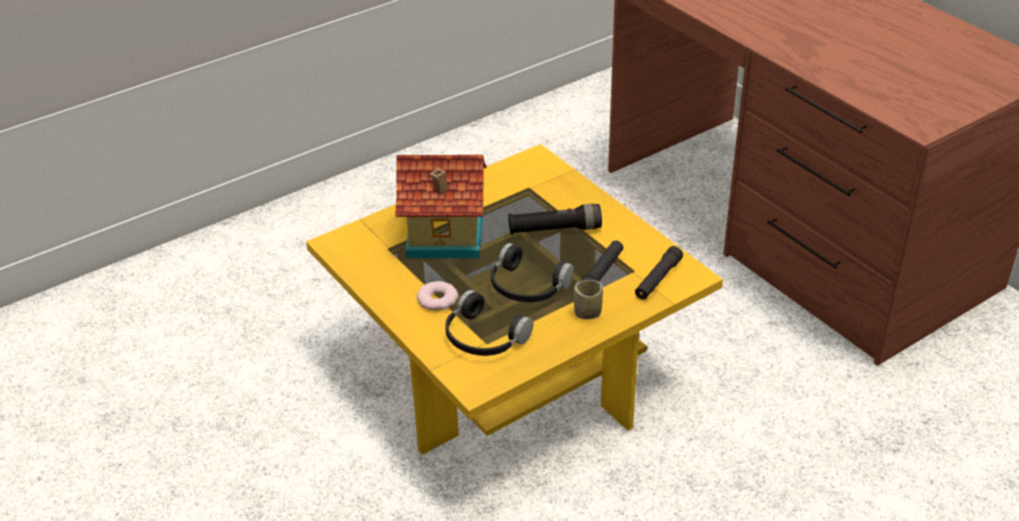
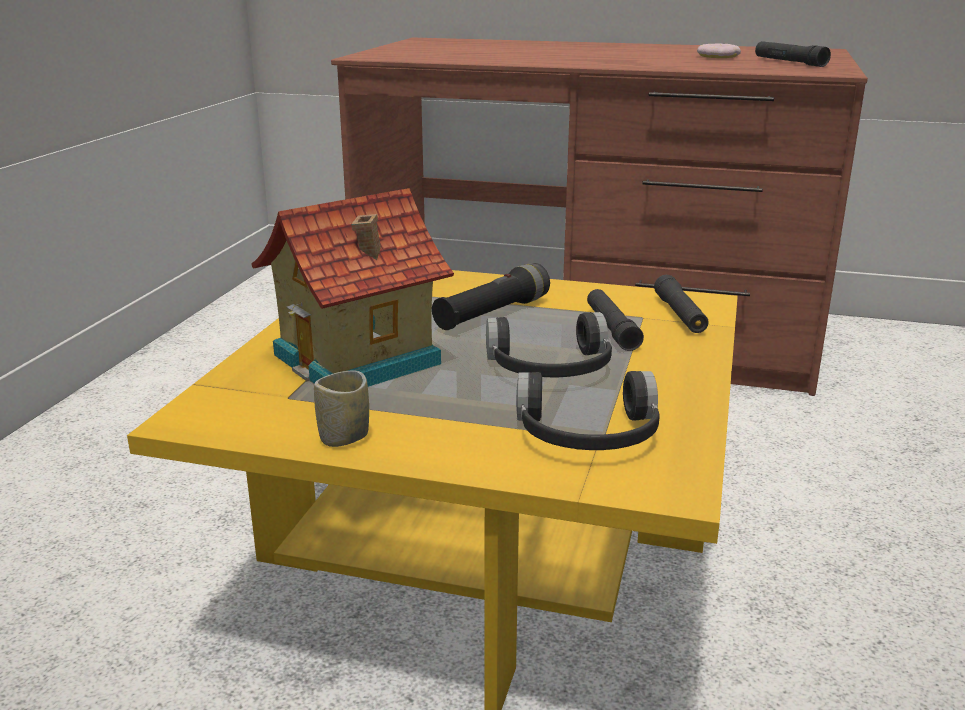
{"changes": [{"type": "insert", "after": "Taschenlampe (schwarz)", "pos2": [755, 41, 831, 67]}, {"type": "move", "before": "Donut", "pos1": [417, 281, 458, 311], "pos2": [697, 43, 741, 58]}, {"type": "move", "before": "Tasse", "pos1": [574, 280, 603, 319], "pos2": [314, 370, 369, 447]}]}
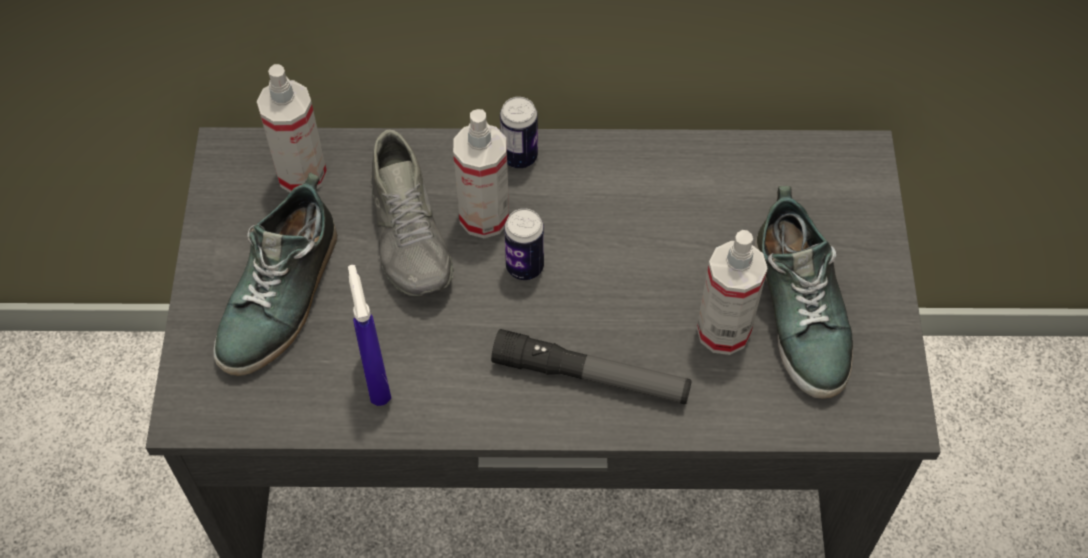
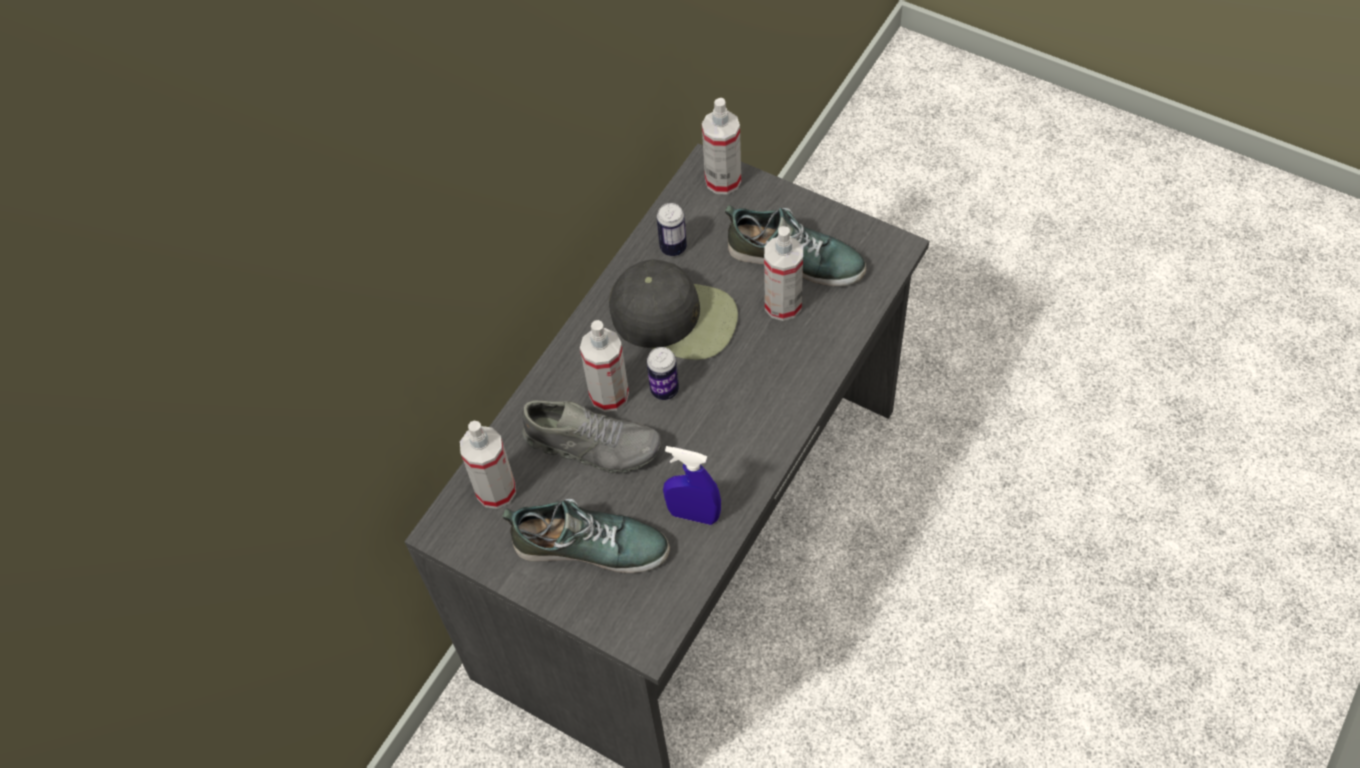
{"changes": [{"type": "delete", "before": "Taschenlampe", "pos1": [491, 329, 692, 404]}, {"type": "insert", "after": "Kappe (schwarz)", "pos2": [609, 259, 738, 360]}, {"type": "insert", "after": "Sprühflasche", "pos2": [702, 98, 741, 195]}, {"type": "move", "before": "Dose", "pos1": [500, 97, 538, 168], "pos2": [657, 203, 687, 256]}, {"type": "rotate", "before": "Schuh", "pos1": [213, 172, 337, 376], "pos2": [502, 499, 670, 573], "turn": -45}]}
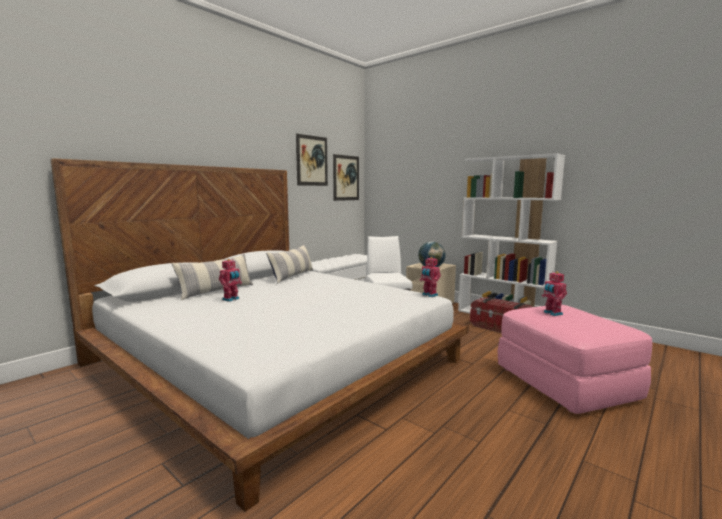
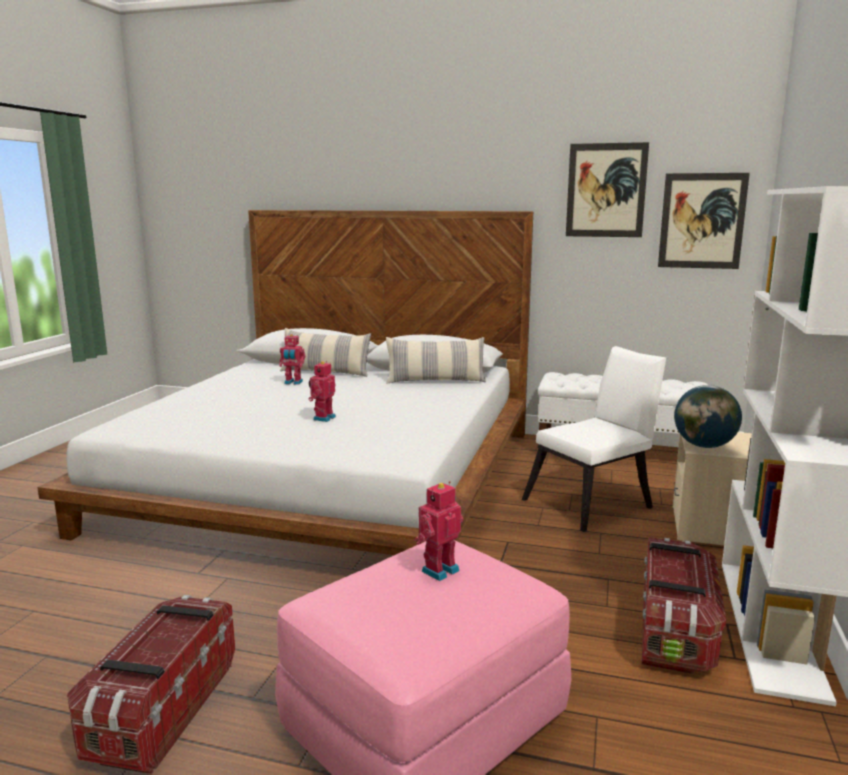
{"changes": [{"type": "insert", "after": "Aufbewahrungsbox", "pos2": [67, 595, 235, 774]}, {"type": "move", "before": "Spielzeugroboter", "pos1": [420, 257, 441, 297], "pos2": [309, 361, 336, 422]}]}
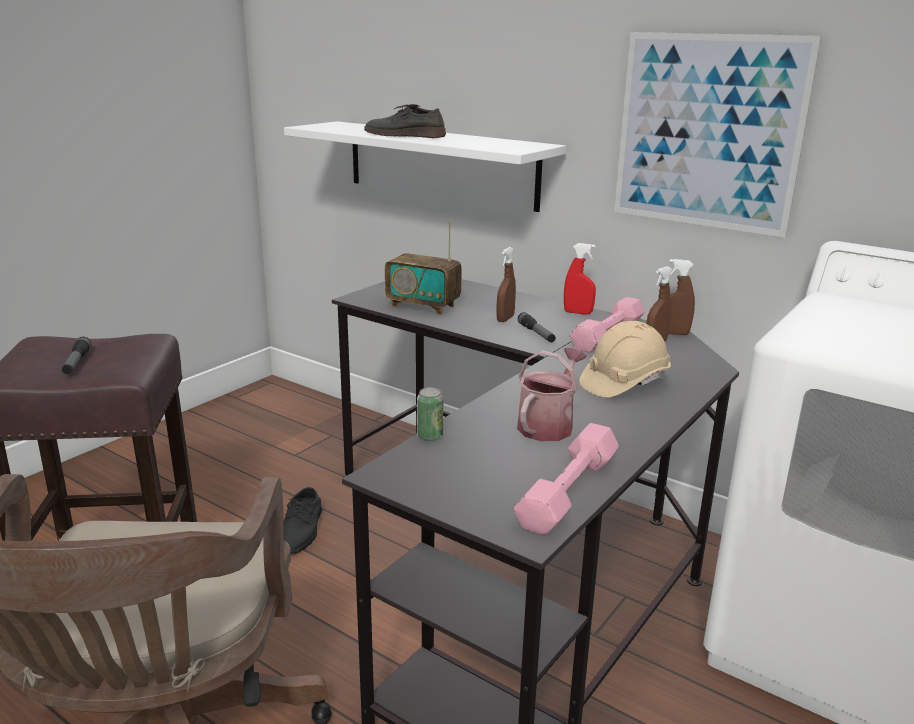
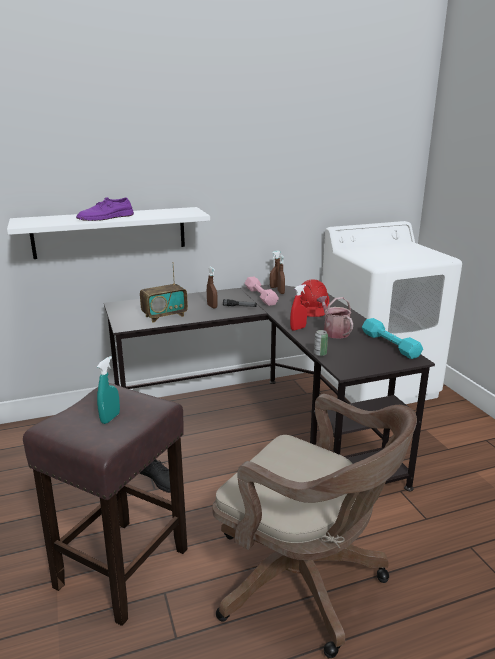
{"changes": [{"type": "delete", "before": "Bild", "pos1": [614, 32, 822, 238]}, {"type": "move", "before": "Sprühflasche (rot)", "pos1": [564, 243, 596, 315], "pos2": [290, 284, 307, 331]}, {"type": "replace", "before": "Taschenlampe", "after": "Sprühflasche (türkis)", "pos1": [62, 337, 91, 374], "pos2": [97, 356, 120, 424]}, {"type": "recolor", "before": "Schuh (grau)", "after": "Schuh (lila)", "pos1": [364, 104, 446, 138], "pos2": [76, 197, 134, 221]}, {"type": "recolor", "before": "Hantel (rosa)", "after": "Hantel (türkis)", "pos1": [514, 423, 619, 535], "pos2": [362, 318, 423, 359]}, {"type": "recolor", "before": "Schutzhelm (beige)", "after": "Schutzhelm (rot)", "pos1": [579, 321, 671, 398], "pos2": [301, 280, 330, 317]}]}
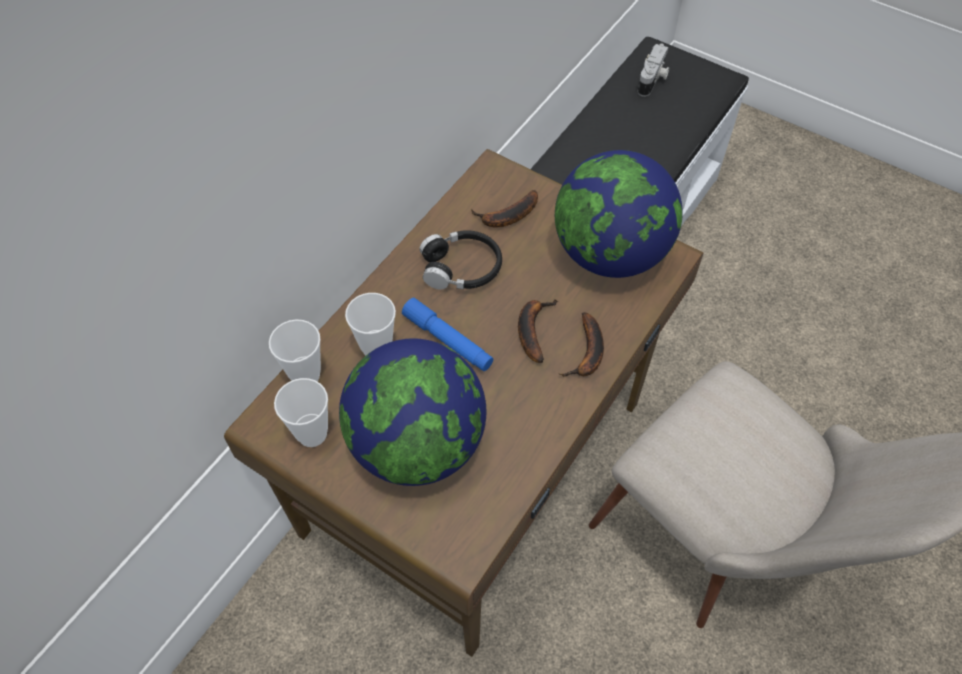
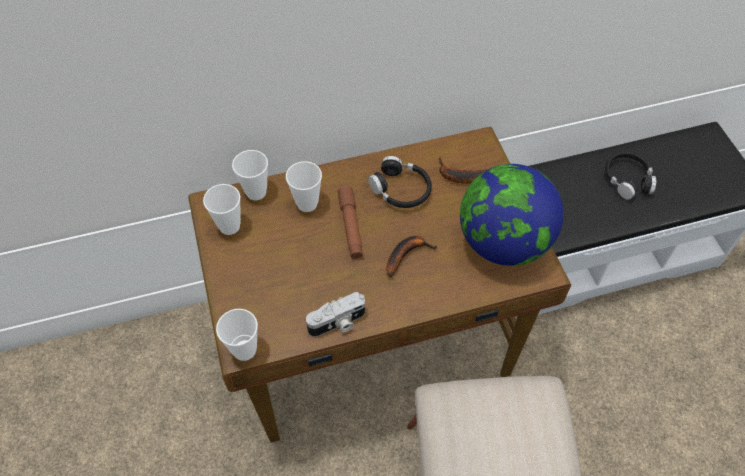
{"changes": [{"type": "delete", "before": "Globus", "pos1": [339, 338, 486, 486]}, {"type": "delete", "before": "Banane", "pos1": [559, 312, 604, 377]}, {"type": "insert", "after": "Tasse", "pos2": [216, 309, 258, 361]}, {"type": "insert", "after": "Kopfhörer (schwarz)", "pos2": [605, 152, 656, 200]}, {"type": "move", "before": "Kamera", "pos1": [638, 43, 669, 97], "pos2": [306, 292, 365, 337]}, {"type": "recolor", "before": "Taschenlampe (blau)", "after": "Taschenlampe (braun)", "pos1": [402, 298, 493, 371], "pos2": [338, 186, 363, 259]}]}
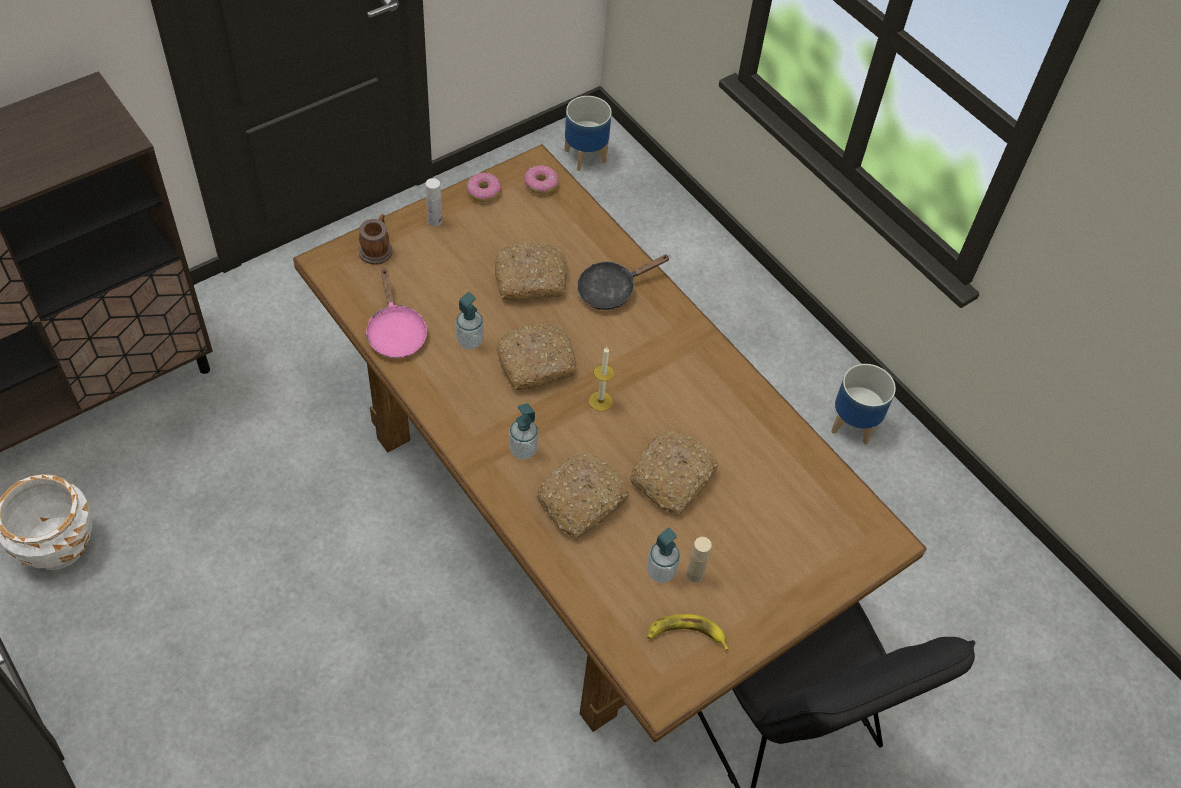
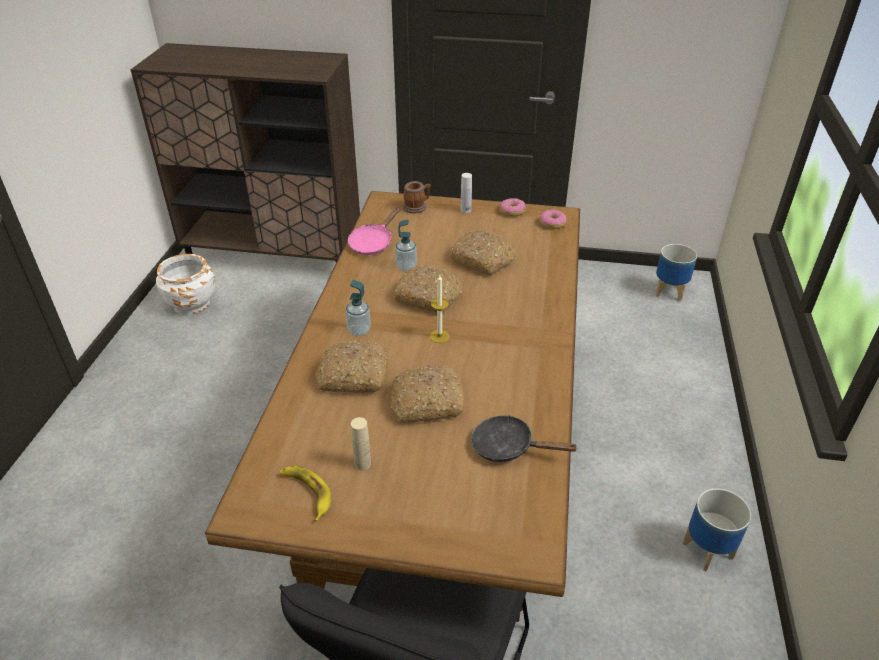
{"changes": [{"type": "delete", "before": "Seifenspender", "pos1": [647, 528, 680, 583]}, {"type": "move", "before": "Pfanne (schwarz)", "pos1": [577, 255, 669, 310], "pos2": [471, 415, 578, 462]}]}
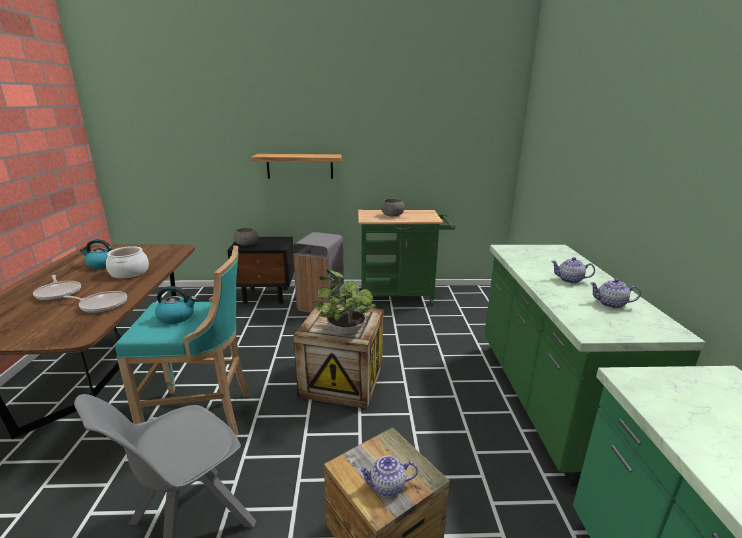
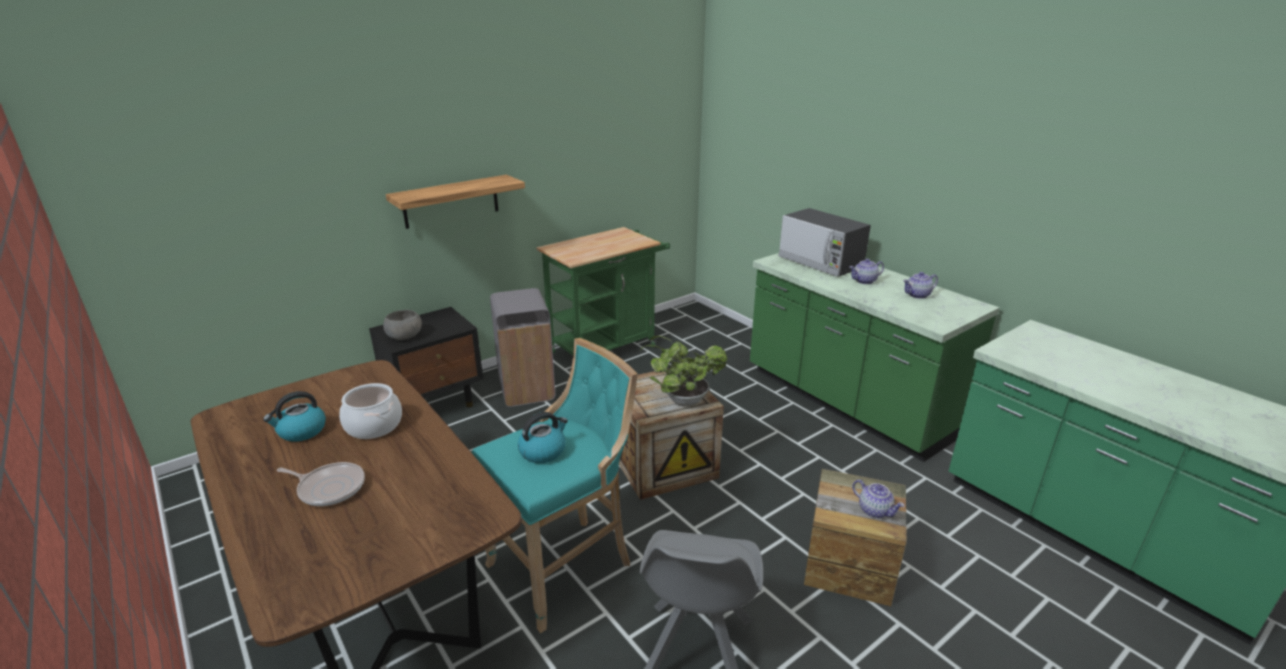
{"changes": [{"type": "delete", "before": "Pfanne", "pos1": [63, 291, 127, 313]}, {"type": "delete", "before": "Schüssel (grau)", "pos1": [381, 199, 405, 216]}, {"type": "insert", "after": "Mikrowelle", "pos2": [778, 208, 871, 277]}, {"type": "rotate", "before": "Teekanne", "pos1": [358, 455, 418, 496], "pos2": [852, 480, 904, 518], "turn": -90}]}
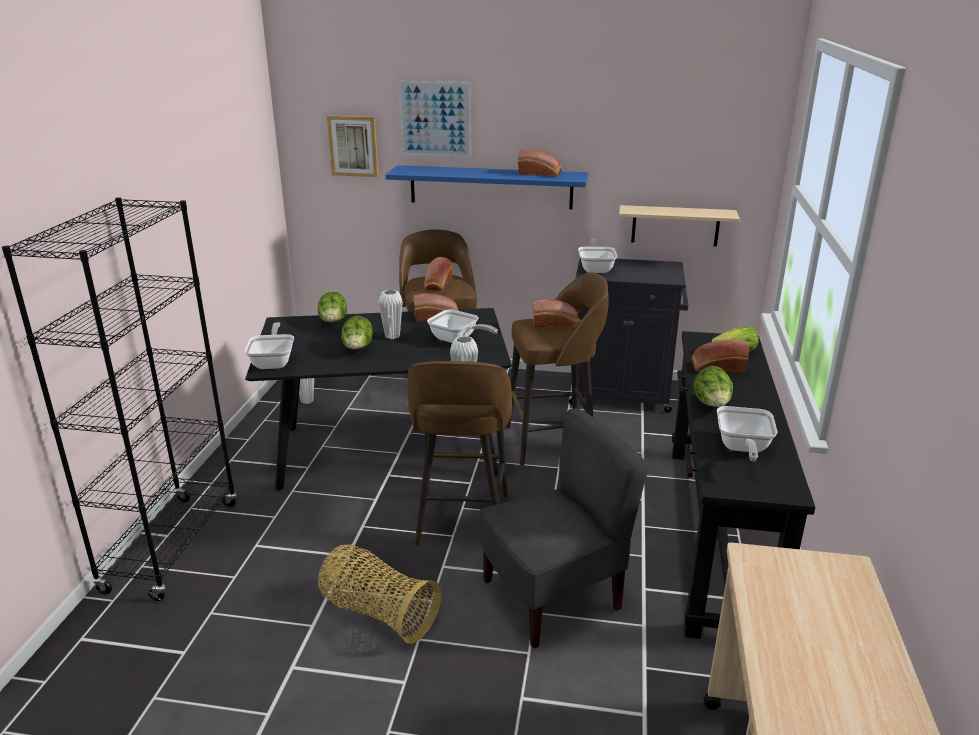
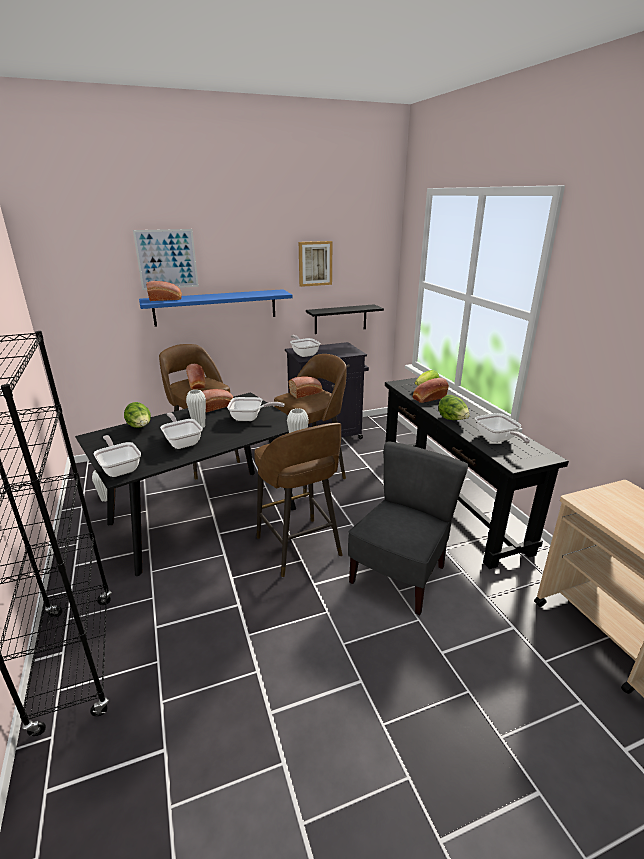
{"changes": [{"type": "delete", "before": "Korb", "pos1": [318, 544, 442, 644]}, {"type": "move", "before": "Bild", "pos1": [327, 115, 379, 177], "pos2": [299, 241, 332, 287]}, {"type": "move", "before": "Brot", "pos1": [518, 149, 562, 177], "pos2": [146, 281, 182, 301]}, {"type": "replace", "before": "Salatkopf", "after": "Pfanne", "pos1": [341, 316, 373, 350], "pos2": [160, 413, 203, 449]}, {"type": "recolor", "before": "Wandregal (beige)", "after": "Wandregal (schwarz)", "pos1": [619, 205, 740, 247], "pos2": [306, 304, 384, 334]}]}
